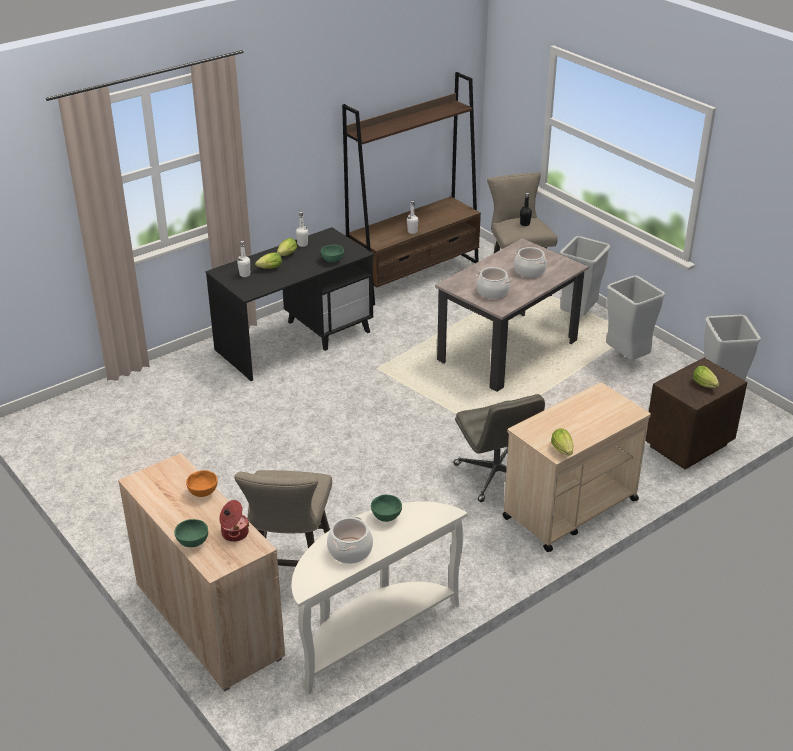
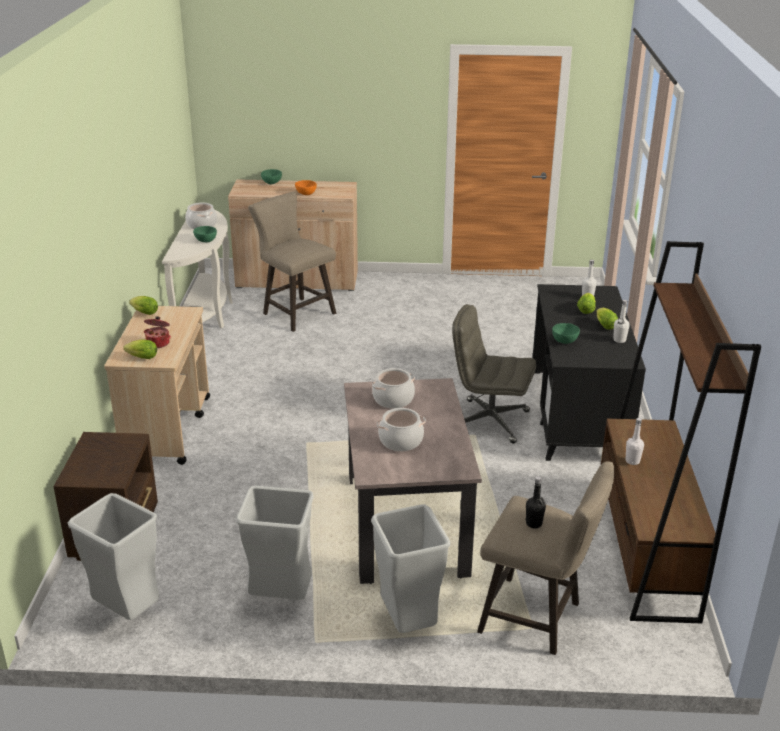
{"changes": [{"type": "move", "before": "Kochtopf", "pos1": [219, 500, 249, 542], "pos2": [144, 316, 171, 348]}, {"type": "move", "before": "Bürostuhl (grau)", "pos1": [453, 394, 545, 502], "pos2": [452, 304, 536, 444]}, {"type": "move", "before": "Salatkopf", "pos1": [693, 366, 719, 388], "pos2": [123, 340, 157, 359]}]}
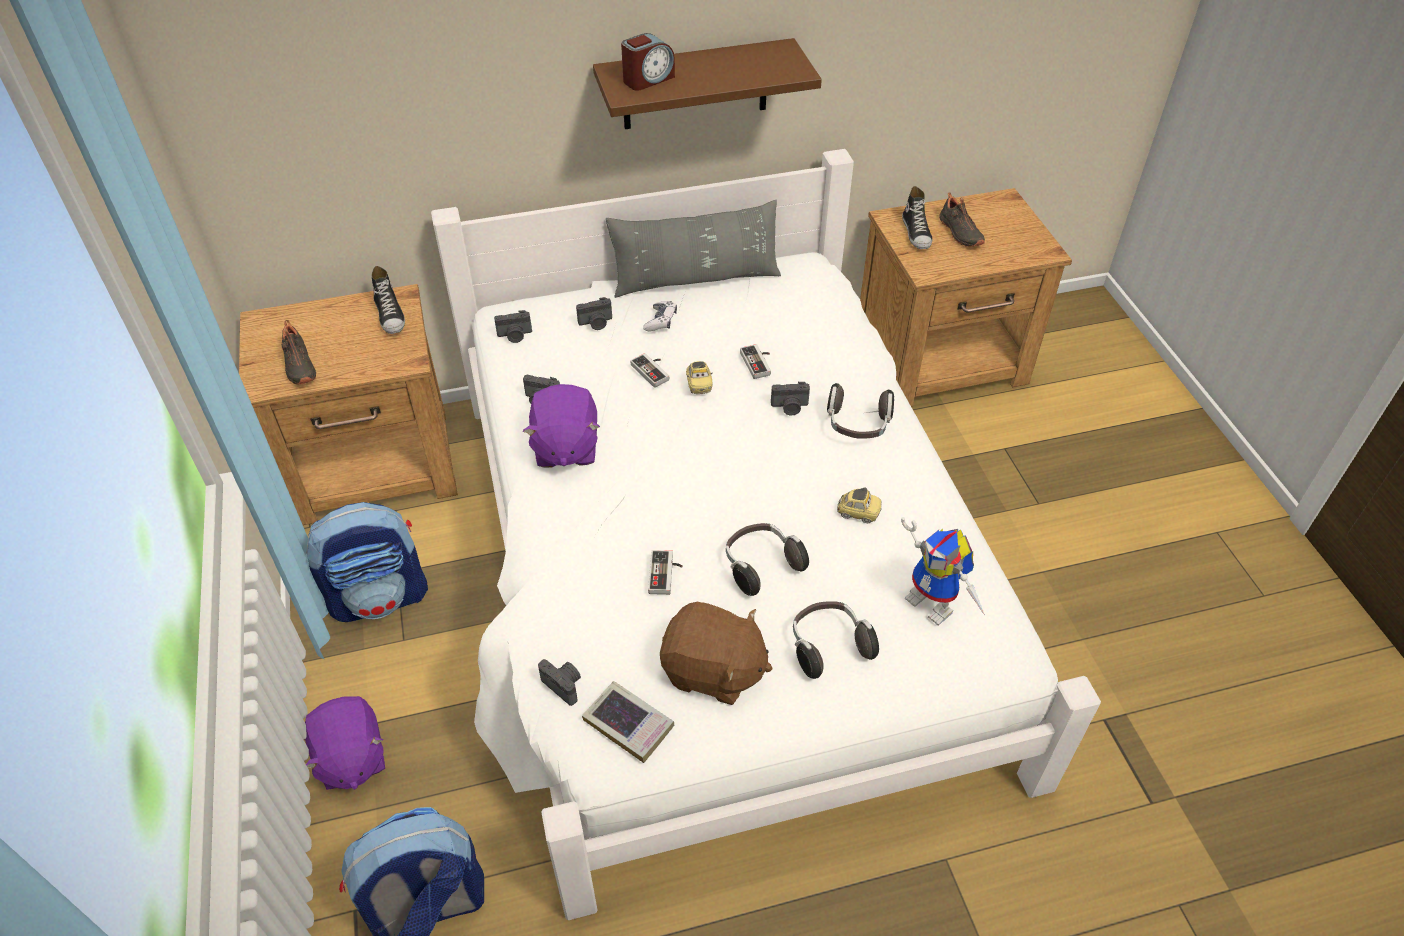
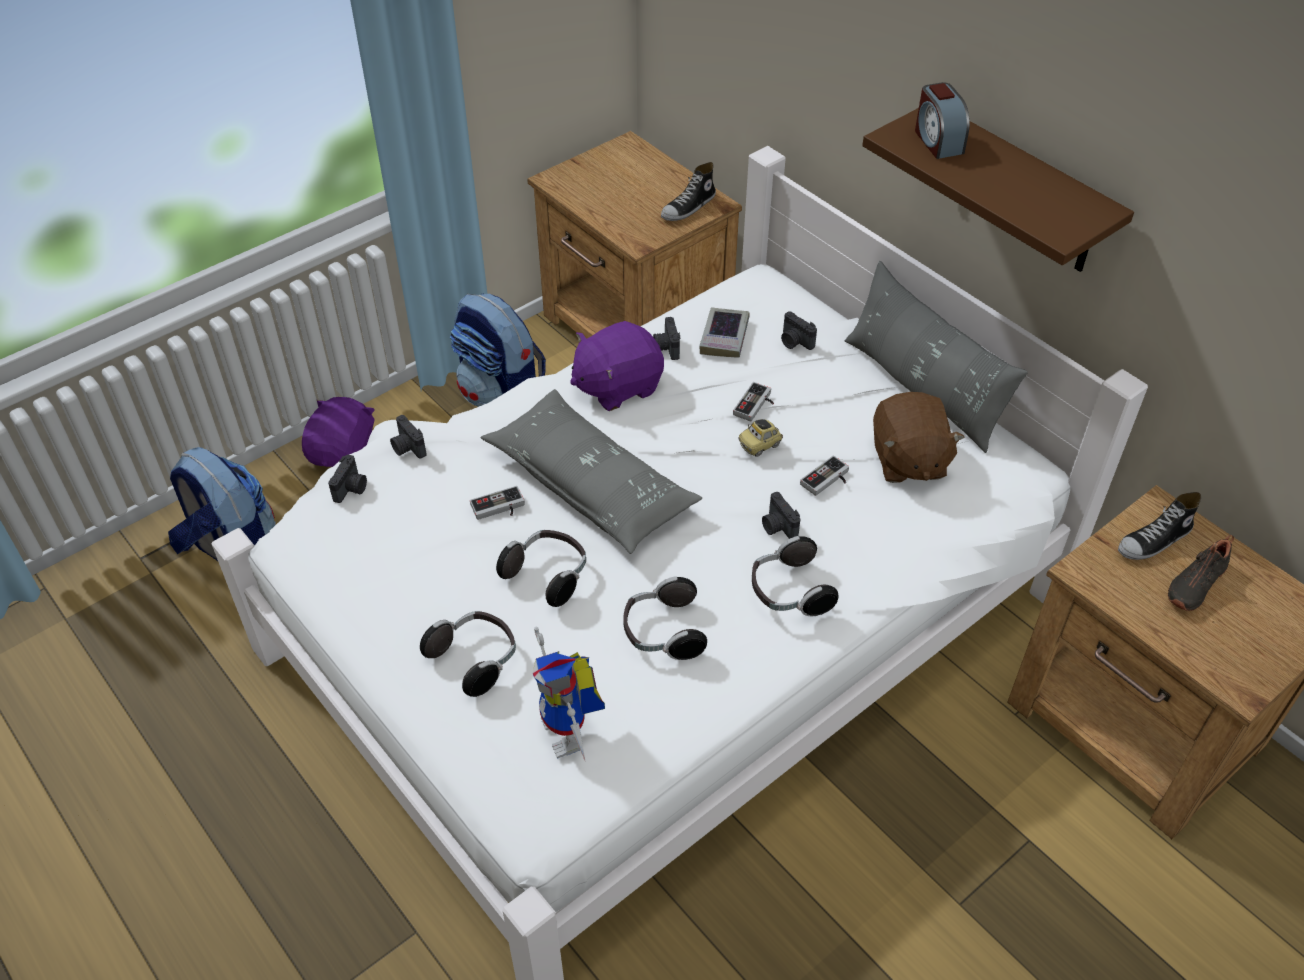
{"changes": [{"type": "delete", "before": "Schuh (schwarz)", "pos1": [282, 320, 316, 384]}, {"type": "delete", "before": "Gamepad", "pos1": [643, 301, 677, 331]}, {"type": "insert", "after": "Kissen (grau)", "pos2": [480, 389, 702, 554]}, {"type": "move", "before": "Kamera", "pos1": [494, 310, 532, 343], "pos2": [390, 415, 427, 459]}, {"type": "move", "before": "Buch", "pos1": [582, 681, 674, 763], "pos2": [699, 308, 749, 358]}, {"type": "move", "before": "Plüschtier (braun)", "pos1": [660, 602, 772, 705], "pos2": [873, 392, 964, 483]}, {"type": "replace", "before": "Spielzeugauto", "after": "Kopfhörer", "pos1": [837, 487, 882, 523], "pos2": [623, 576, 707, 660]}, {"type": "rotate", "before": "Plüschtier (lila)", "pos1": [305, 696, 385, 790], "pos2": [302, 397, 375, 467], "turn": 150}, {"type": "rotate", "before": "Wecker", "pos1": [621, 33, 675, 91], "pos2": [915, 82, 970, 159], "turn": 45}, {"type": "rotate", "before": "Spielzeugroboter", "pos1": [901, 517, 985, 626], "pos2": [533, 627, 605, 762], "turn": -45}]}
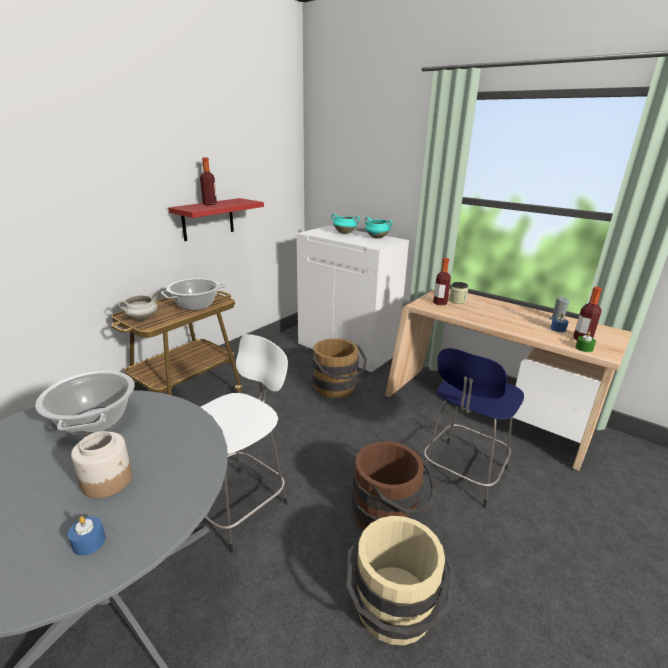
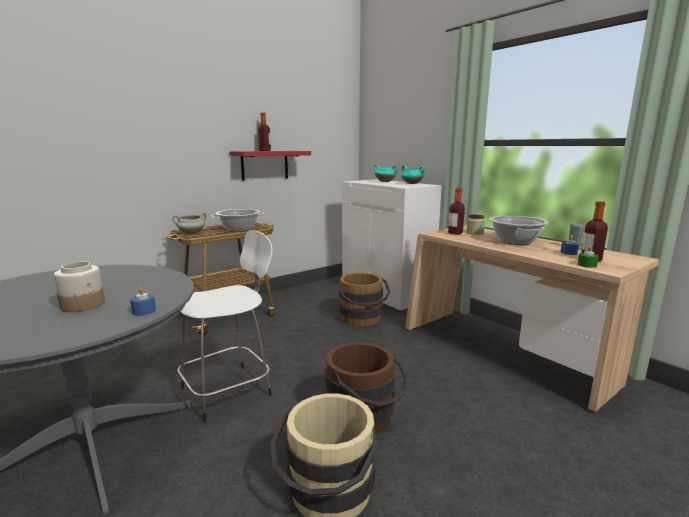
{"changes": [{"type": "delete", "before": "Hocker (blau)", "pos1": [423, 348, 524, 508]}, {"type": "move", "before": "Kochtopf", "pos1": [35, 371, 135, 435], "pos2": [489, 216, 549, 245]}, {"type": "move", "before": "Kerze (blau)", "pos1": [68, 516, 106, 556], "pos2": [130, 287, 156, 316]}]}
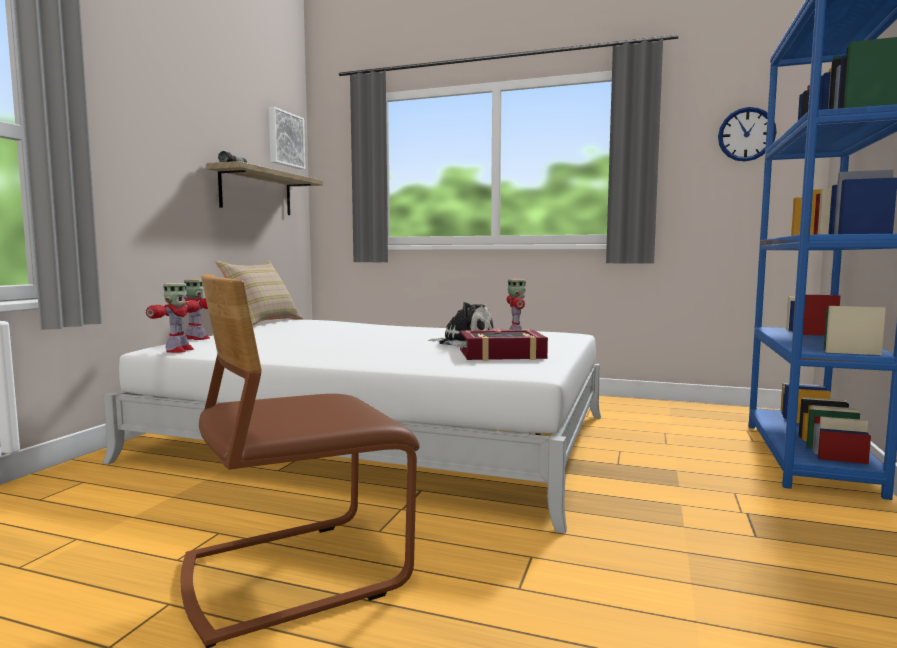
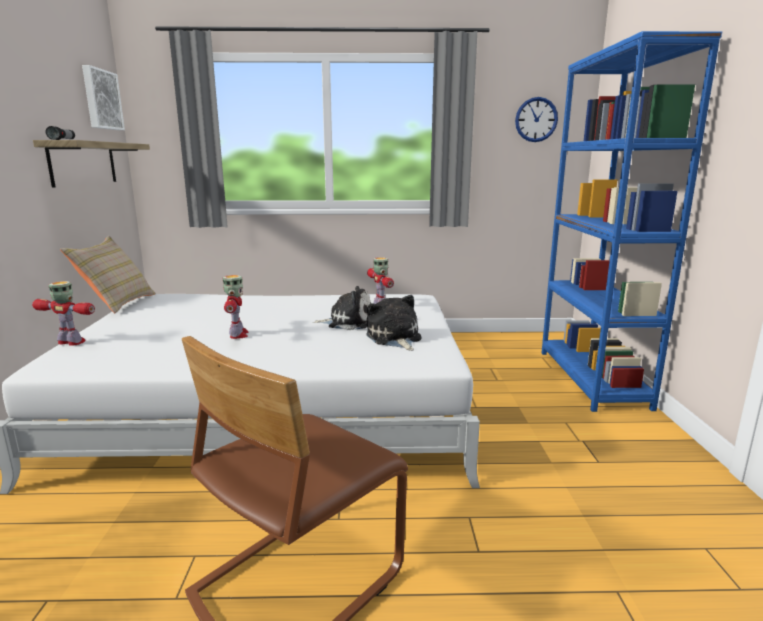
{"changes": [{"type": "move", "before": "Spielzeugroboter", "pos1": [146, 283, 200, 353], "pos2": [223, 275, 248, 339]}, {"type": "replace", "before": "Buch", "after": "Plüschtier", "pos1": [460, 328, 548, 361], "pos2": [366, 295, 421, 351]}]}
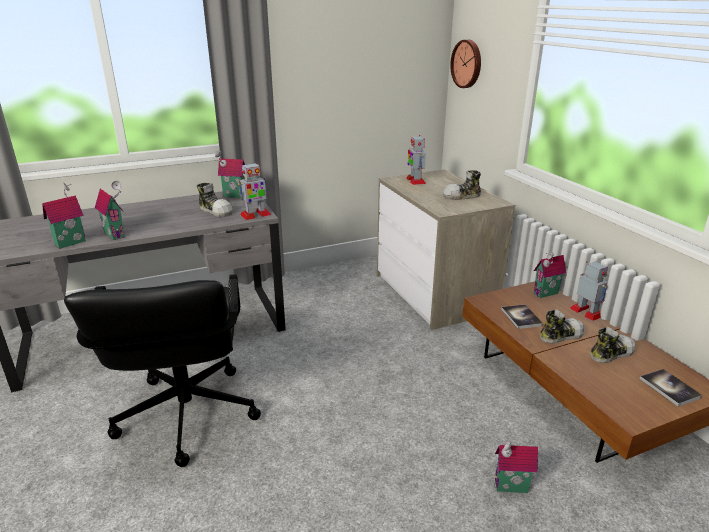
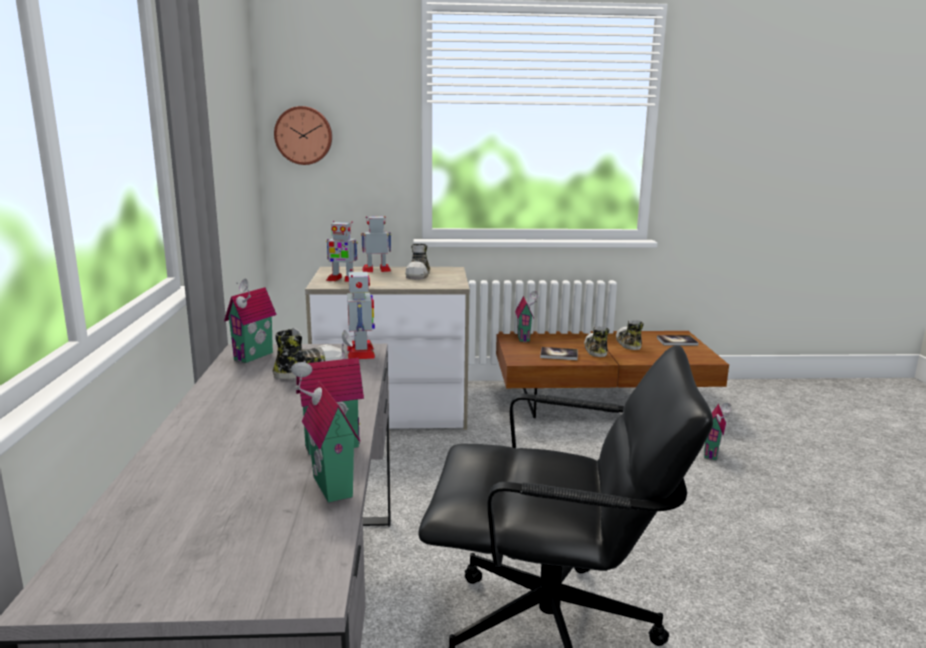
{"changes": [{"type": "move", "before": "Spielzeugroboter", "pos1": [570, 261, 608, 321], "pos2": [361, 216, 391, 272]}]}
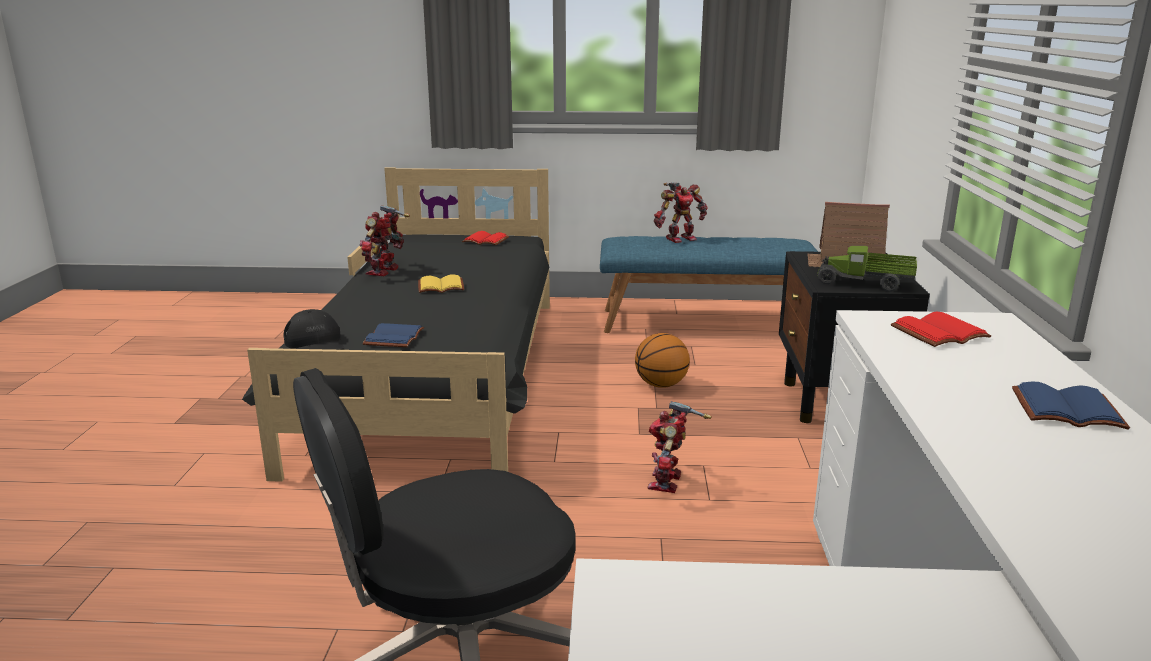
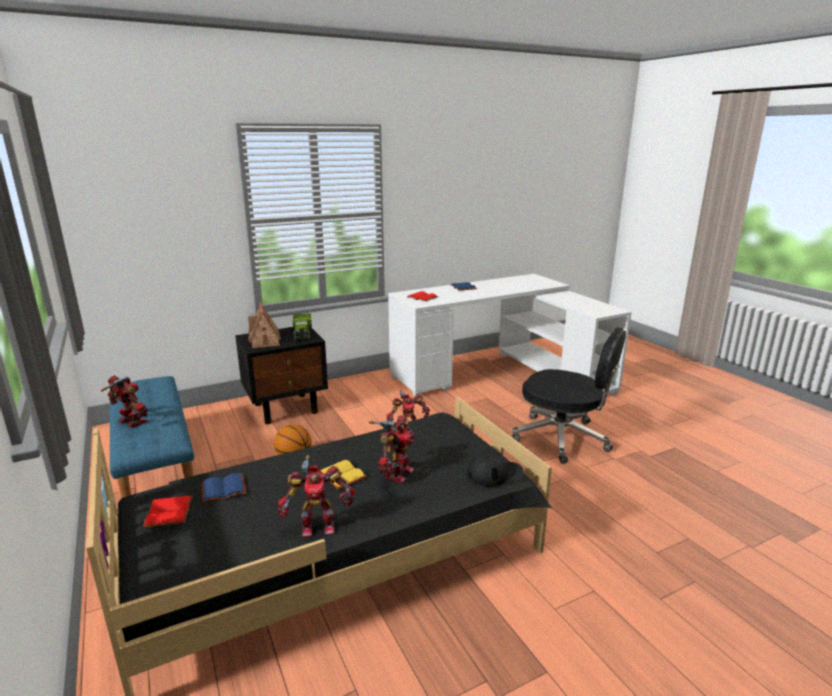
{"changes": [{"type": "insert", "after": "Spielzeugroboter", "pos2": [369, 415, 415, 483]}, {"type": "move", "before": "Buch (blau)", "pos1": [362, 323, 424, 347], "pos2": [201, 473, 246, 503]}, {"type": "rotate", "before": "Kappe (schwarz)", "pos1": [284, 309, 344, 350], "pos2": [467, 452, 524, 487], "turn": 45}]}
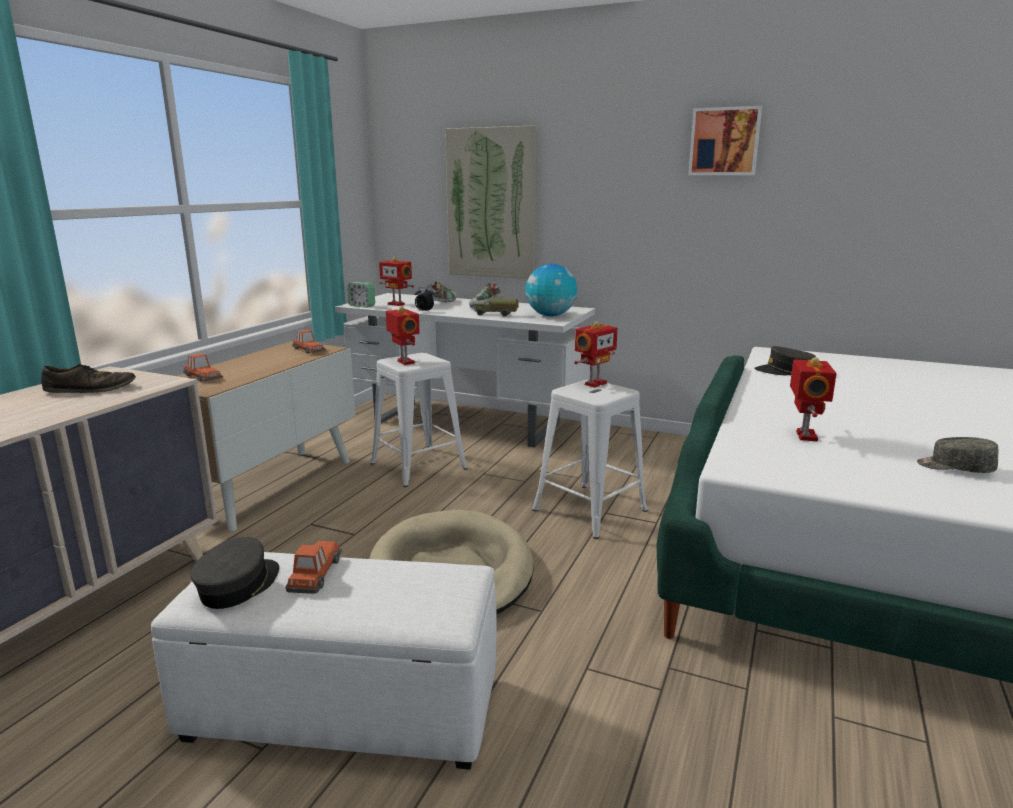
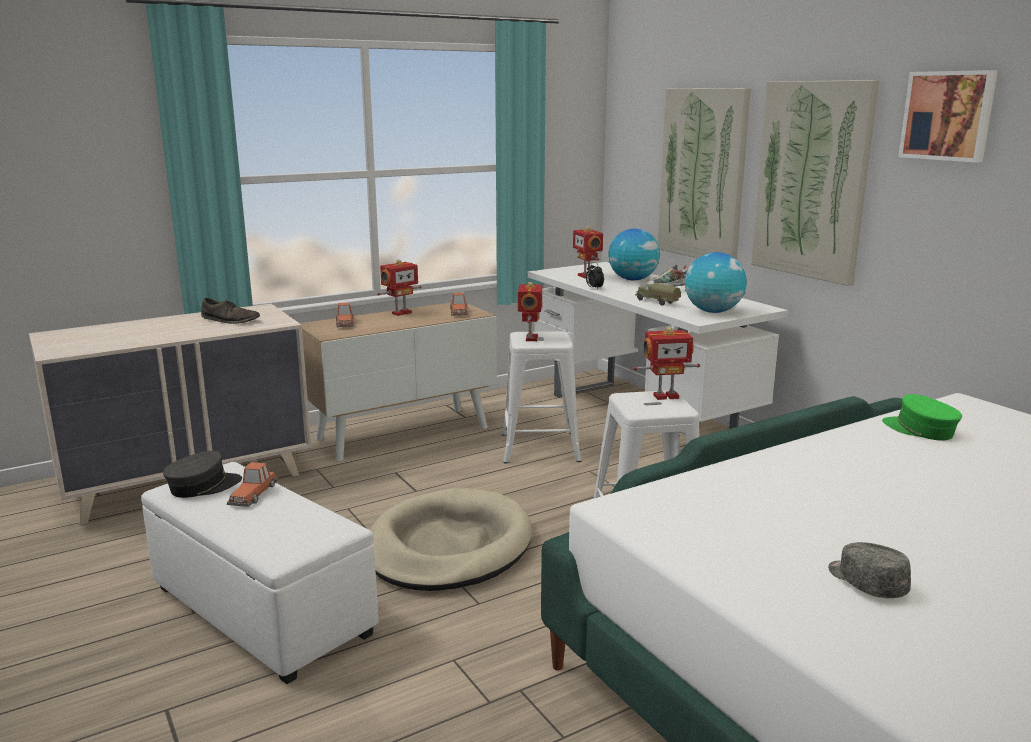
{"changes": [{"type": "delete", "before": "Wecker", "pos1": [348, 282, 375, 308]}, {"type": "insert", "after": "Bild", "pos2": [751, 80, 879, 286]}, {"type": "move", "before": "Spielzeugroboter", "pos1": [790, 357, 837, 442], "pos2": [377, 260, 421, 316]}, {"type": "replace", "before": "Schuh", "after": "Globus", "pos1": [425, 281, 457, 302], "pos2": [608, 229, 660, 280]}, {"type": "recolor", "before": "Kappe (grau)", "after": "Kappe (grün)", "pos1": [754, 346, 816, 375], "pos2": [882, 394, 962, 441]}, {"type": "rotate", "before": "Spielzeugauto", "pos1": [285, 541, 342, 594], "pos2": [227, 462, 278, 507], "turn": 150}]}
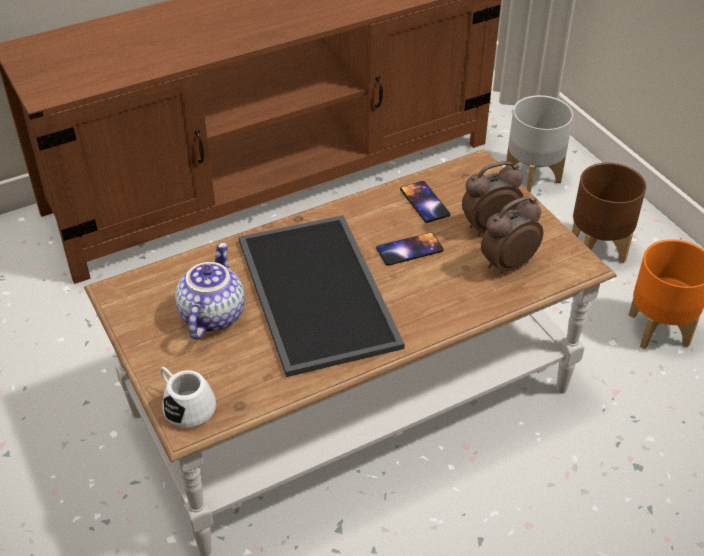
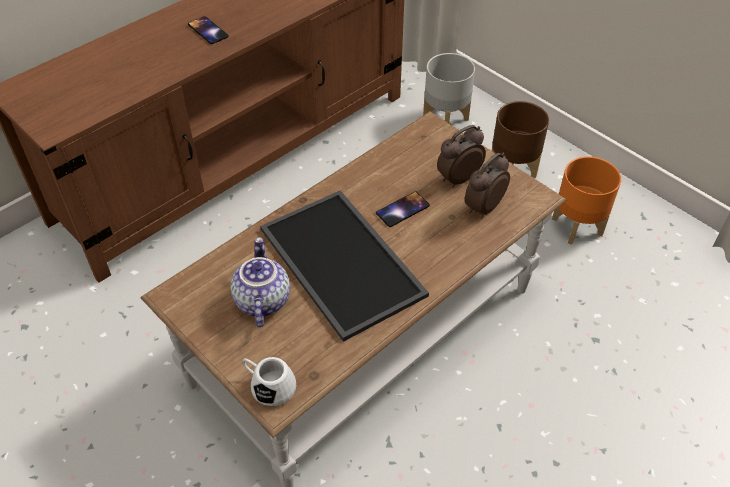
{"changes": [{"type": "move", "before": "Handy", "pos1": [400, 181, 450, 223], "pos2": [188, 16, 229, 44]}]}
